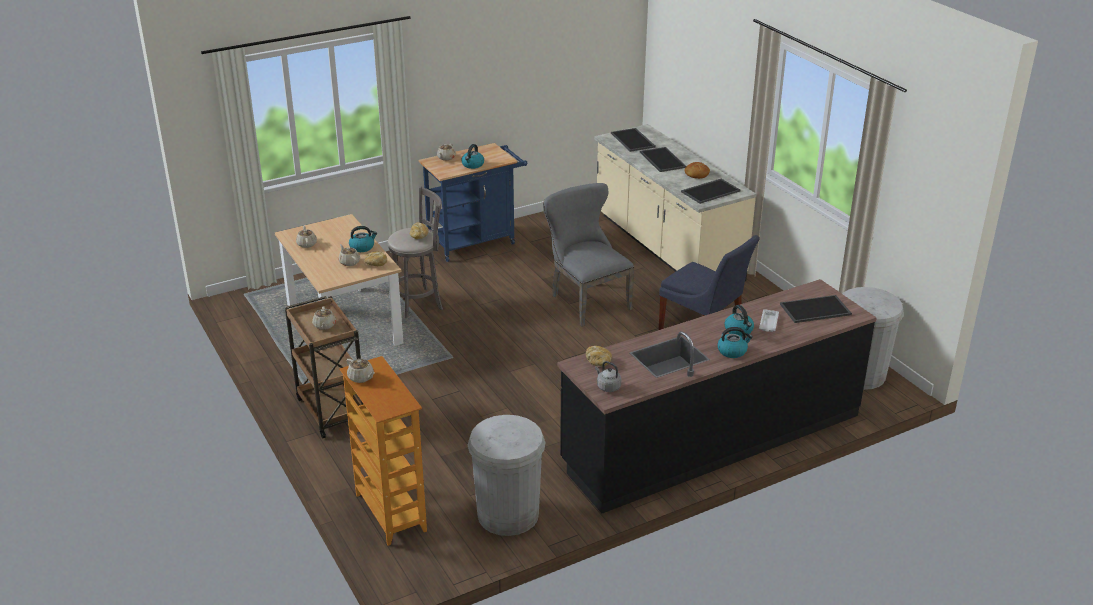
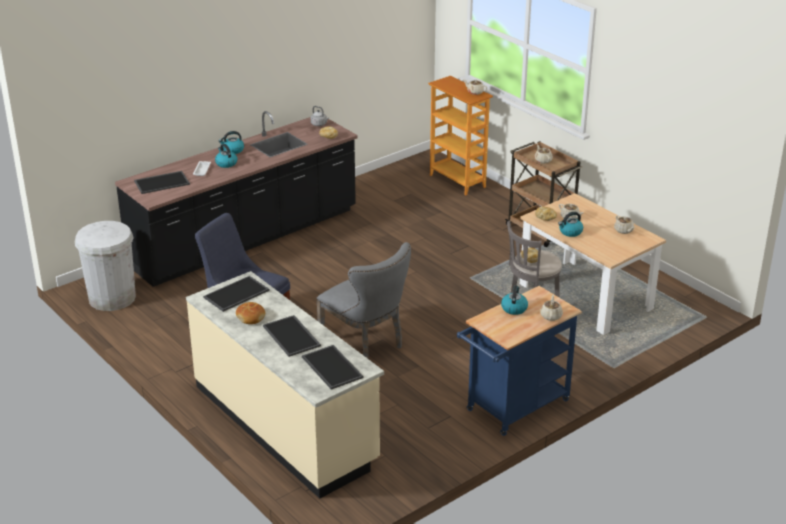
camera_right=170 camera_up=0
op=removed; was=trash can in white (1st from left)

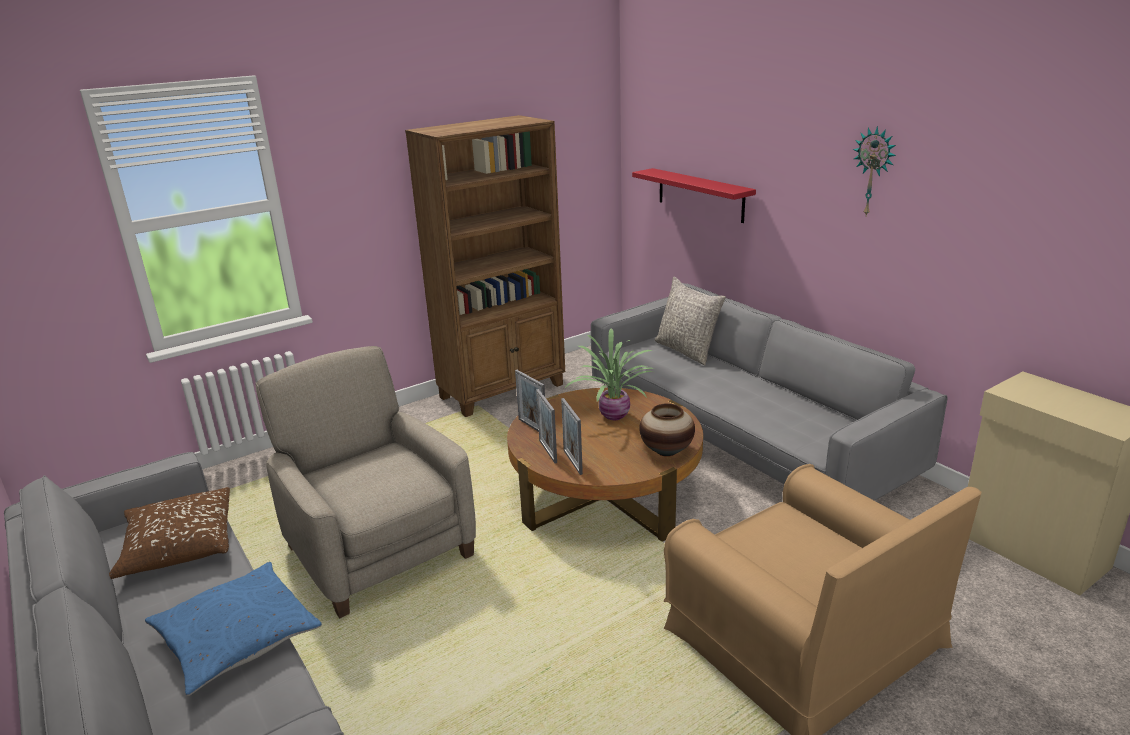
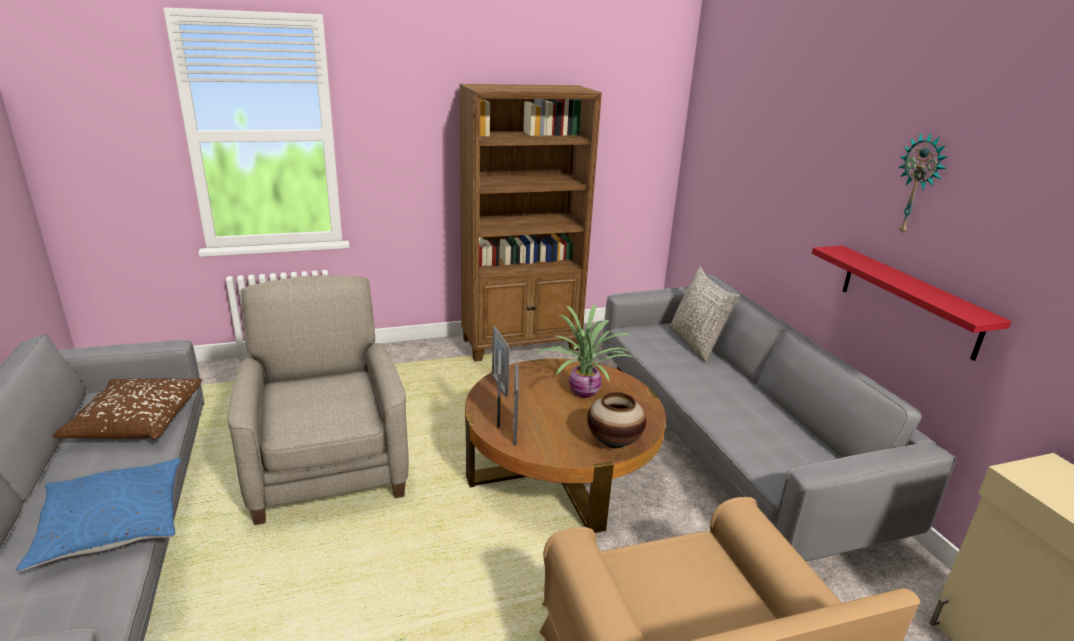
camera_right=15 camera_up=0
op=moved; was=shelf in red

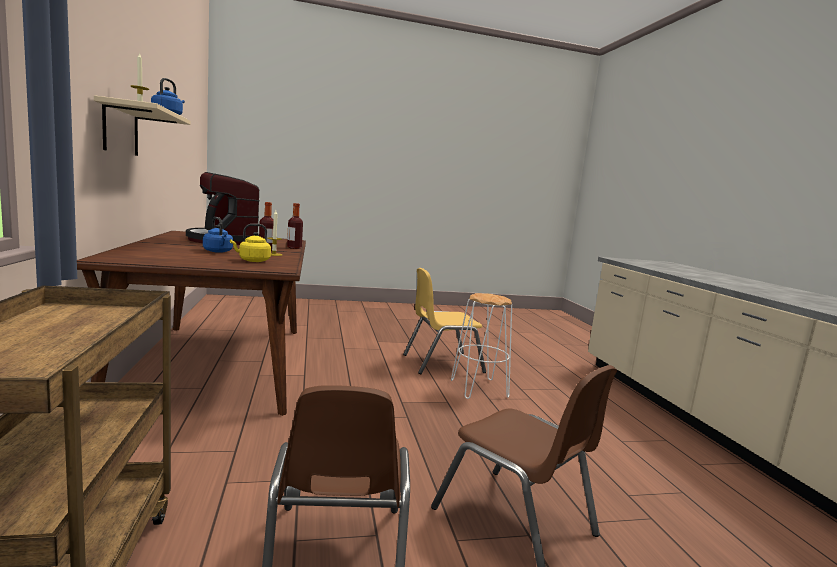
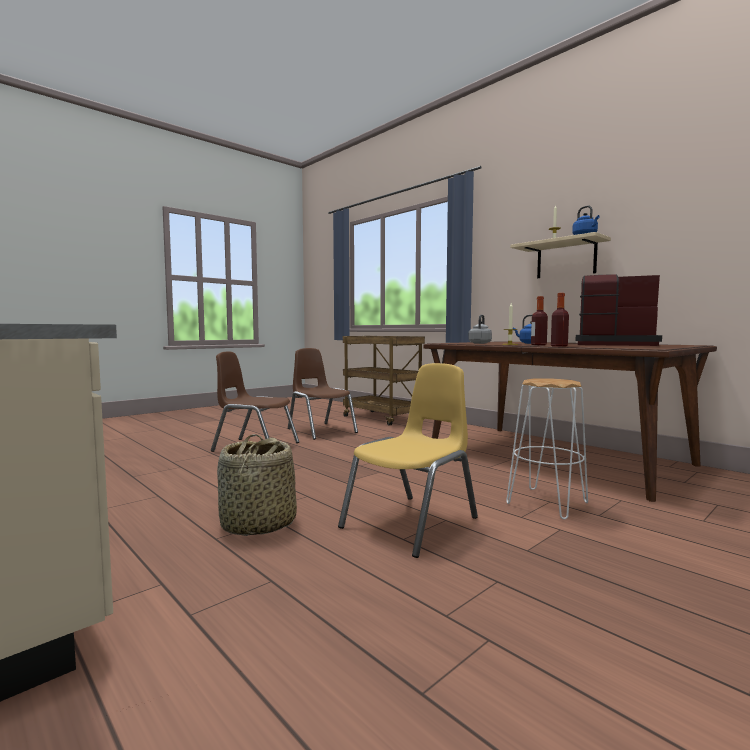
camera_right=150 camera_up=-5
op=recoloured; was=kettle in yellow; now=kettle in grey
op=moved; was=stool in white
op=added; now=basket

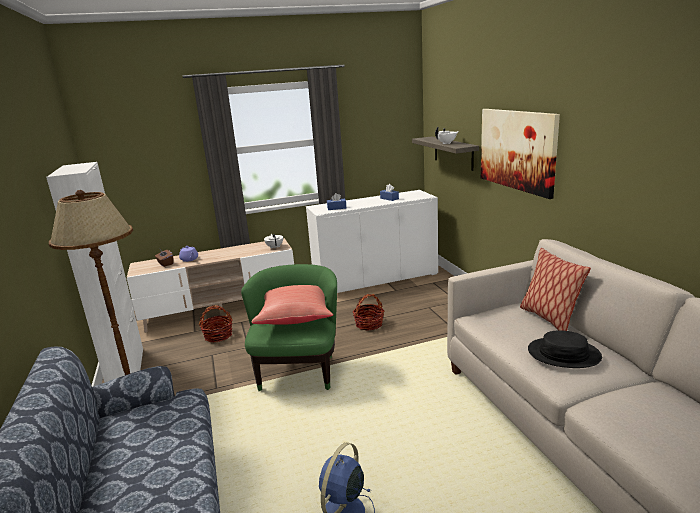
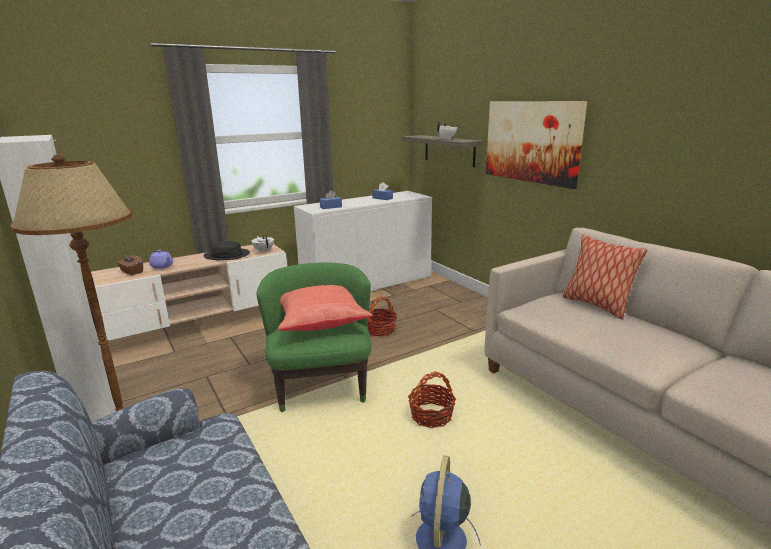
camera_right=-15 camera_up=0
op=moved; was=basket (1st from left in the first image); now=basket (2nd from left)
op=moved; was=hat in black

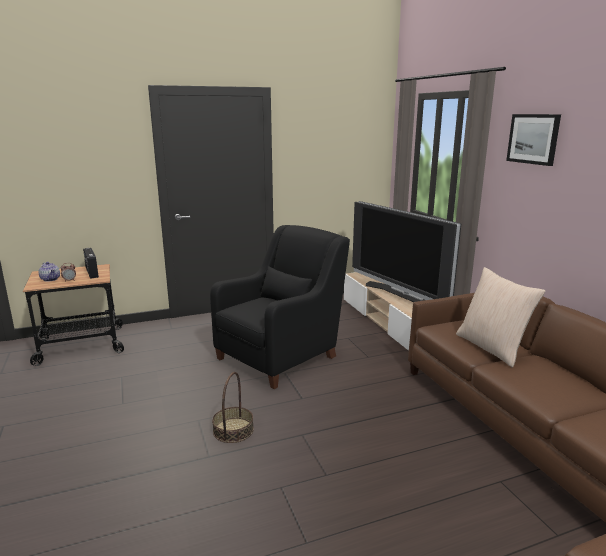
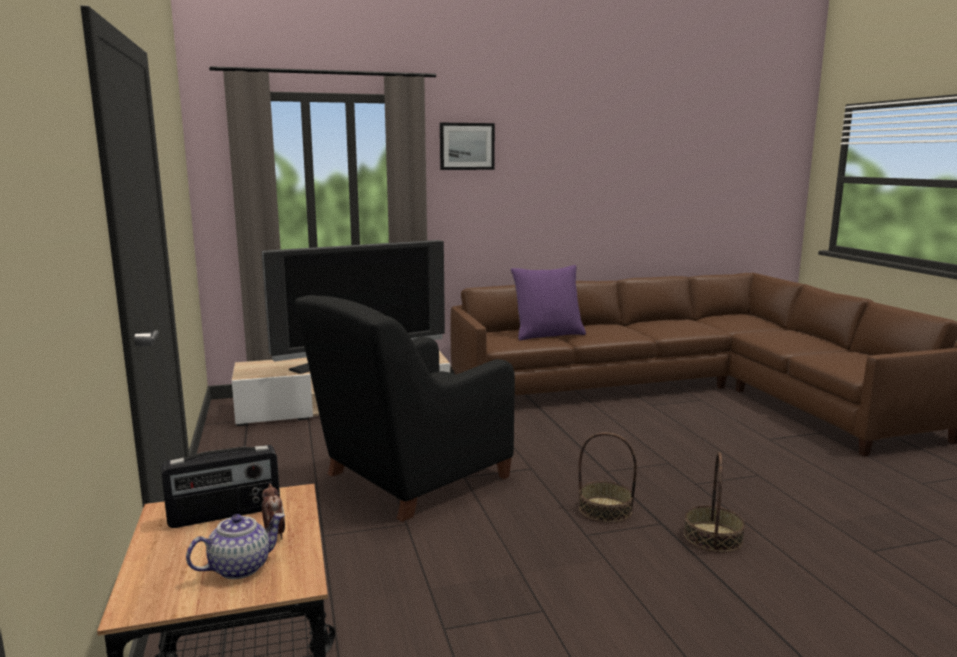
camera_right=-85 camera_up=-5
op=turned; was=armchair in black; clockwise=-90
op=recoloured; was=pillow in beige; now=pillow in purple
op=added; now=basket (2nd from left)

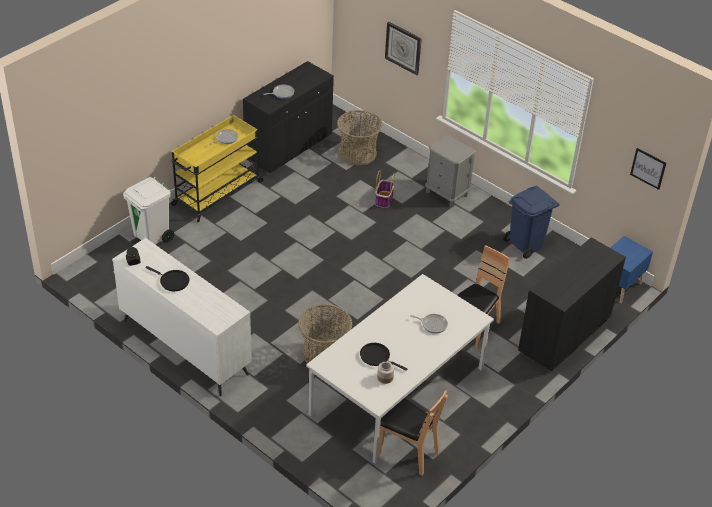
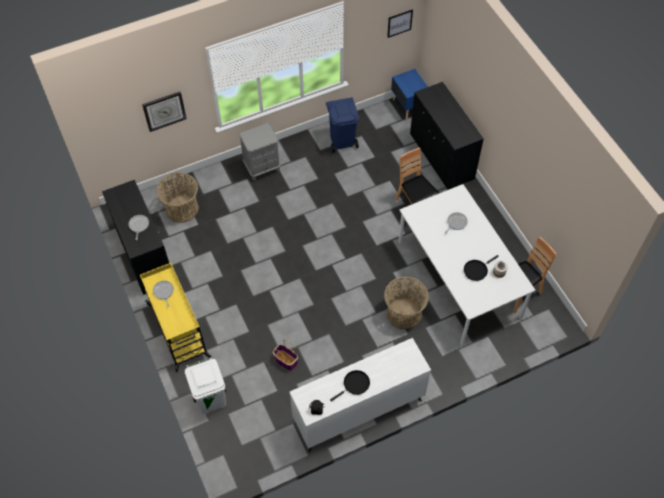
camera_right=-65 camera_up=15
op=moved; was=basket (3rd from left in the first image); now=basket (2nd from left)

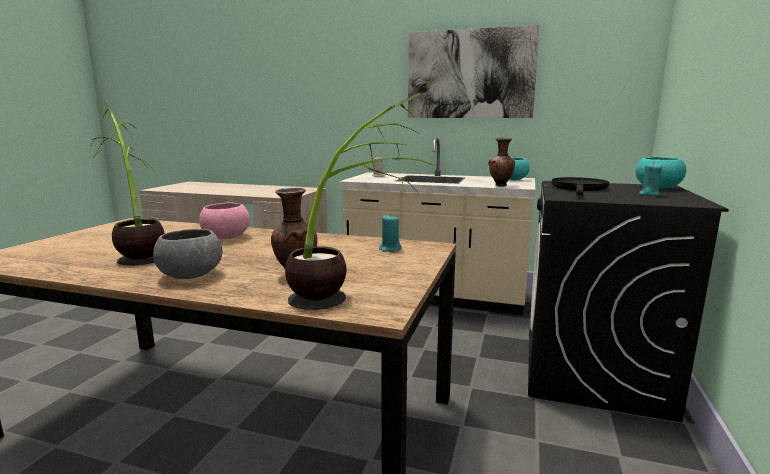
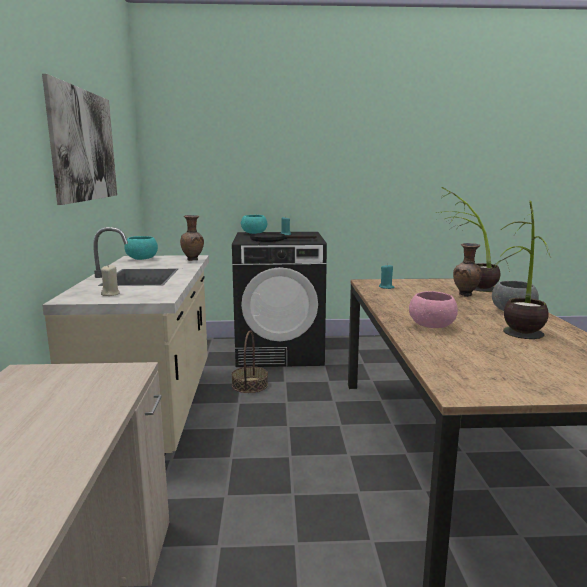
camera_right=-110 camera_up=0
op=added; now=basket

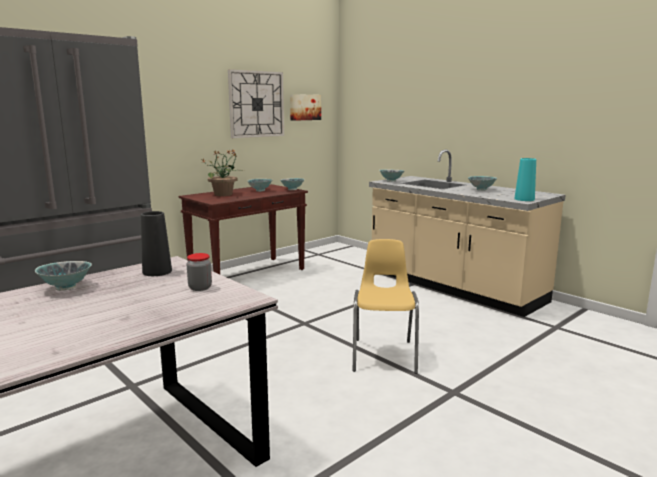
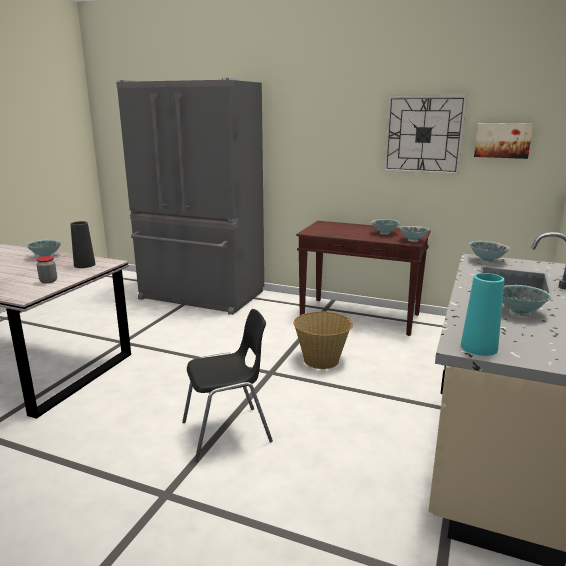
camera_right=65 camera_up=5
op=removed; was=potted plant
op=recoloured; was=chair in yellow; now=chair in black
op=added; now=basket

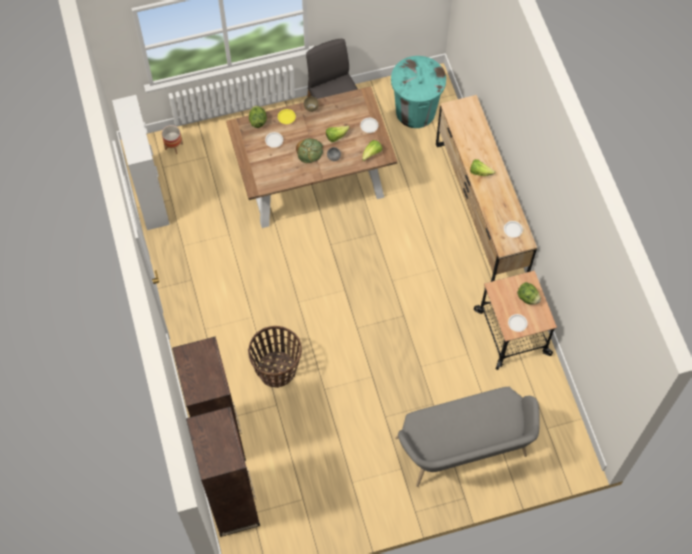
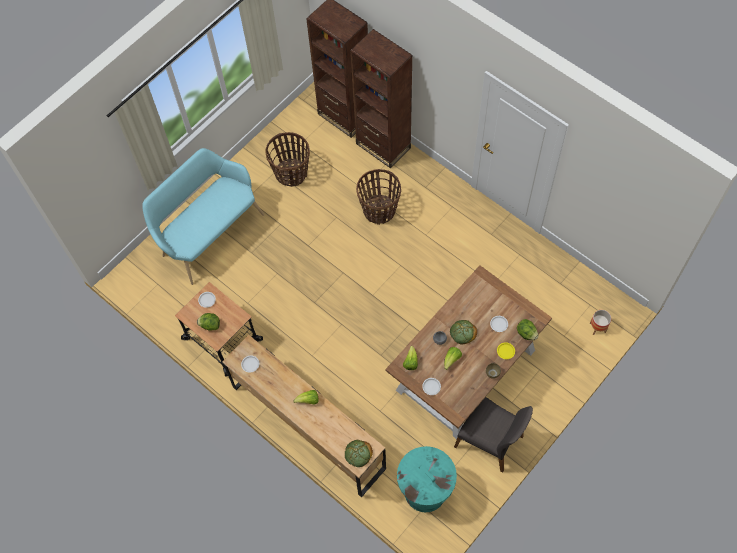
camera_right=150 camera_up=0
op=removed; was=cabinet
op=recoloured; was=bench in grey; now=bench in turquoise
op=added; now=basket (1st from left)
op=added; now=bread (1st from left)

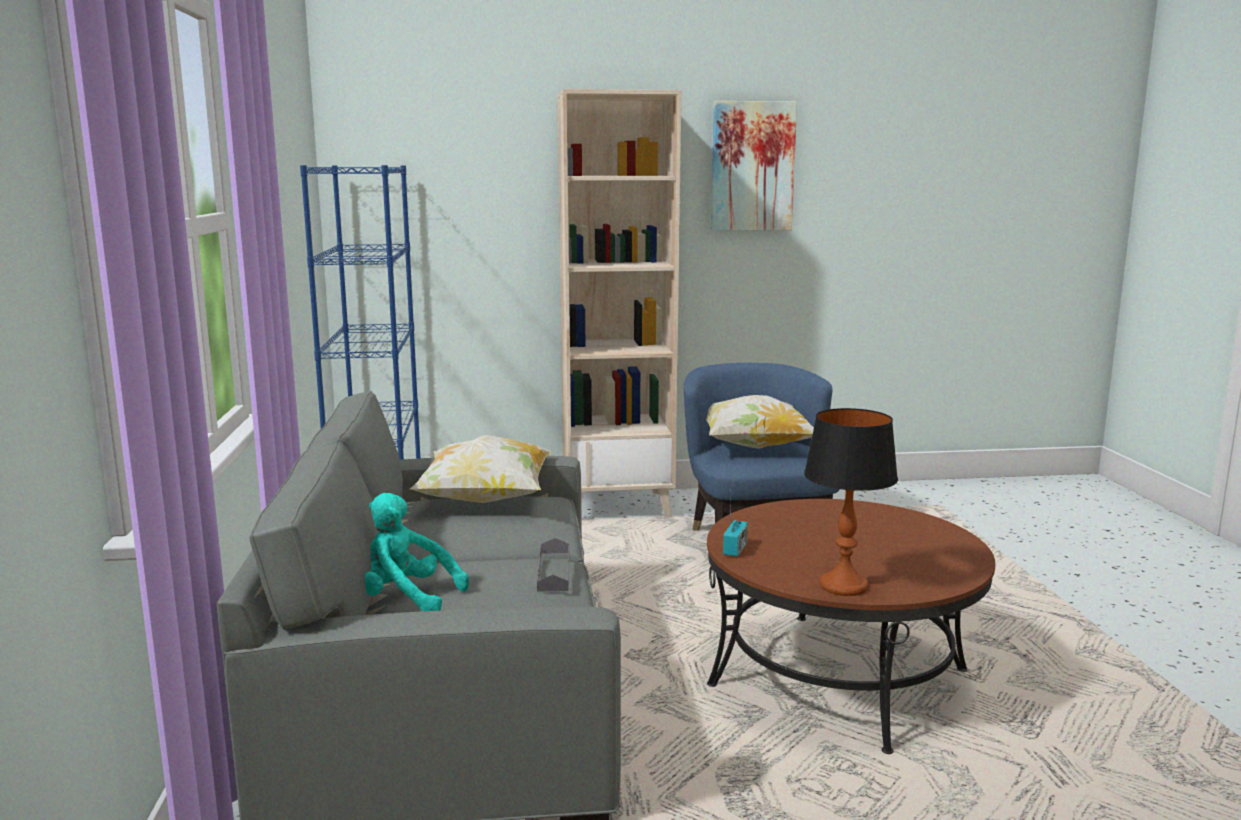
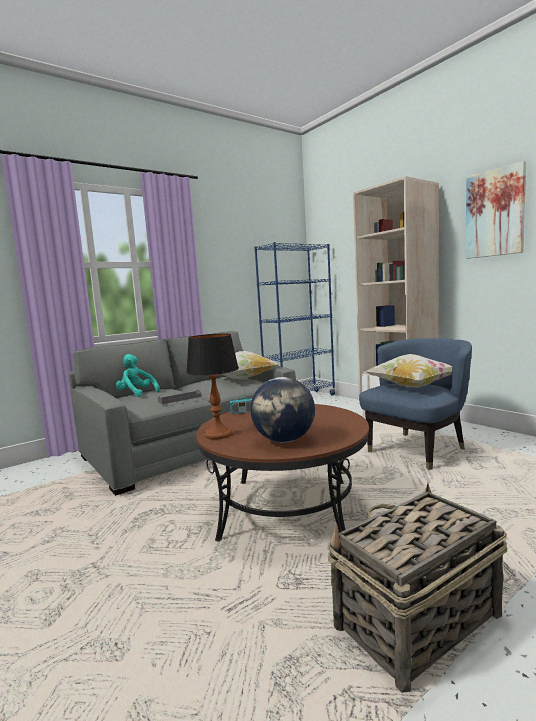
camera_right=60 camera_up=-5
op=turned; was=plush toy in turquoise; clockwise=-45
op=added; now=globe
op=added; now=basket

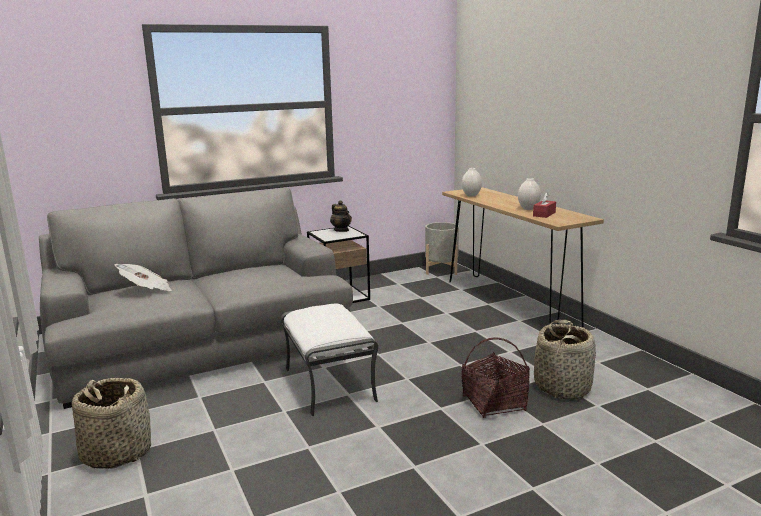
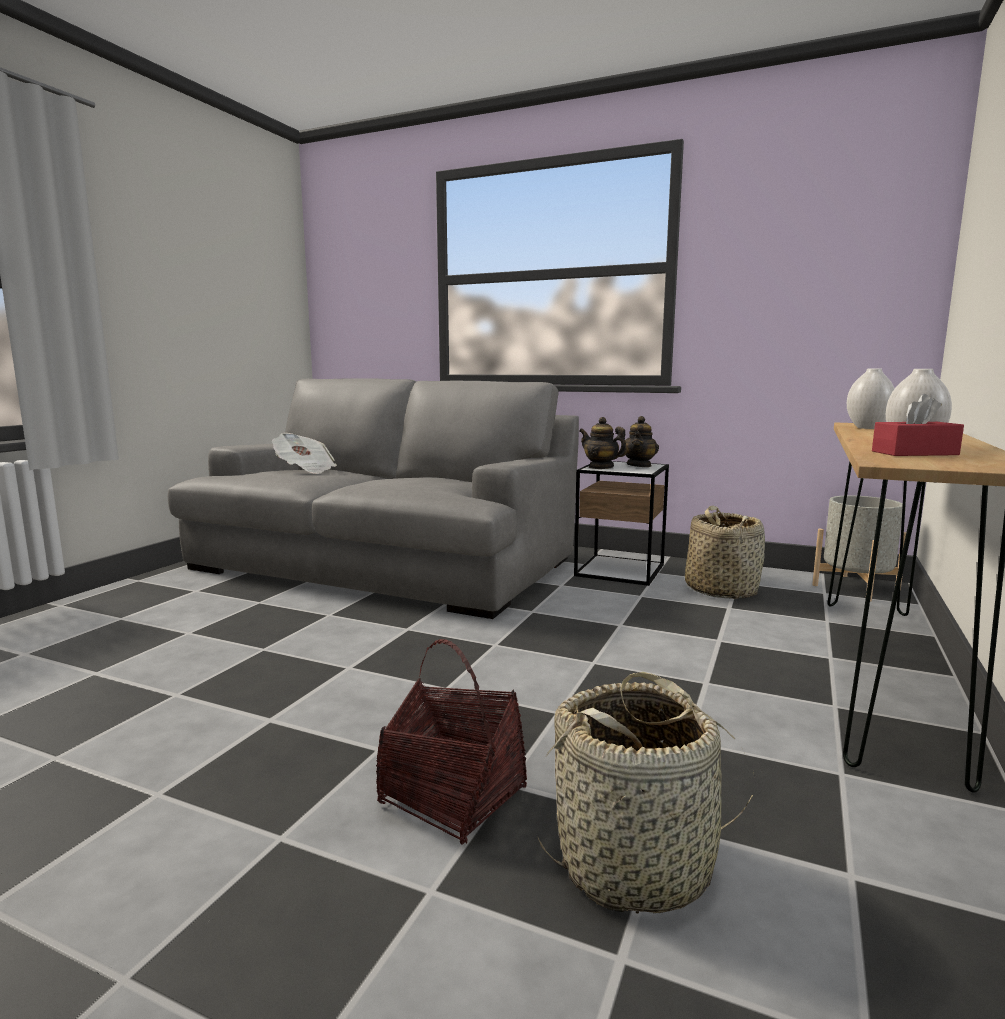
camera_right=50 camera_up=-5
op=moved; was=basket (1st from left in the first image); now=basket (3rd from left)
op=removed; was=ottoman in white
op=added; now=teapot (1st from left)

